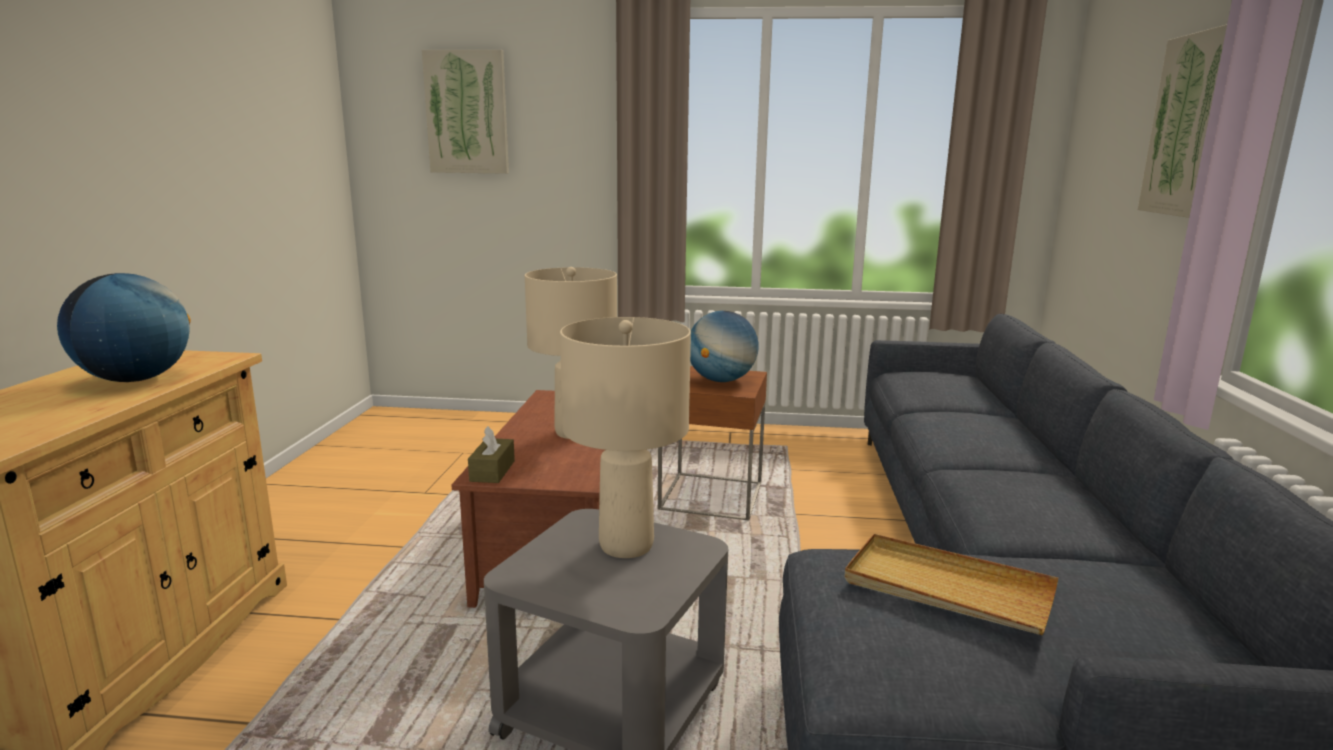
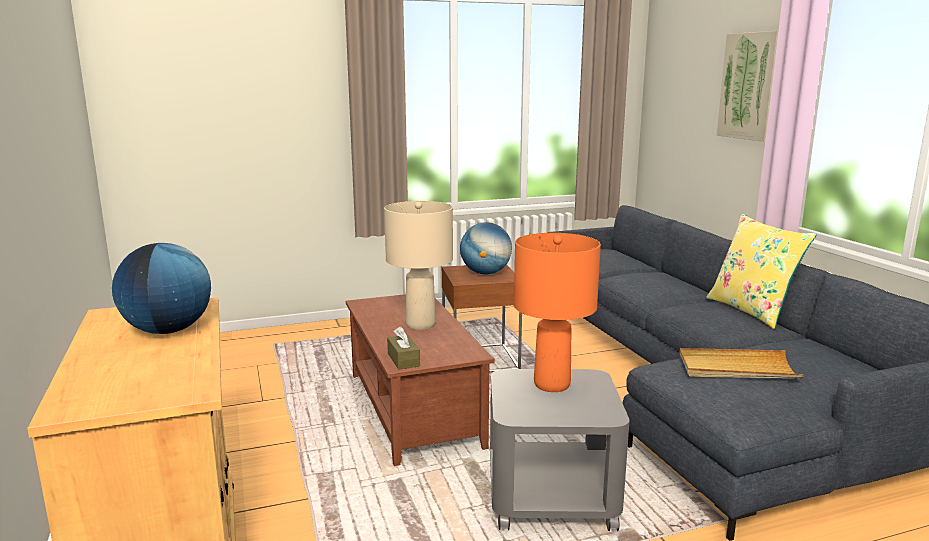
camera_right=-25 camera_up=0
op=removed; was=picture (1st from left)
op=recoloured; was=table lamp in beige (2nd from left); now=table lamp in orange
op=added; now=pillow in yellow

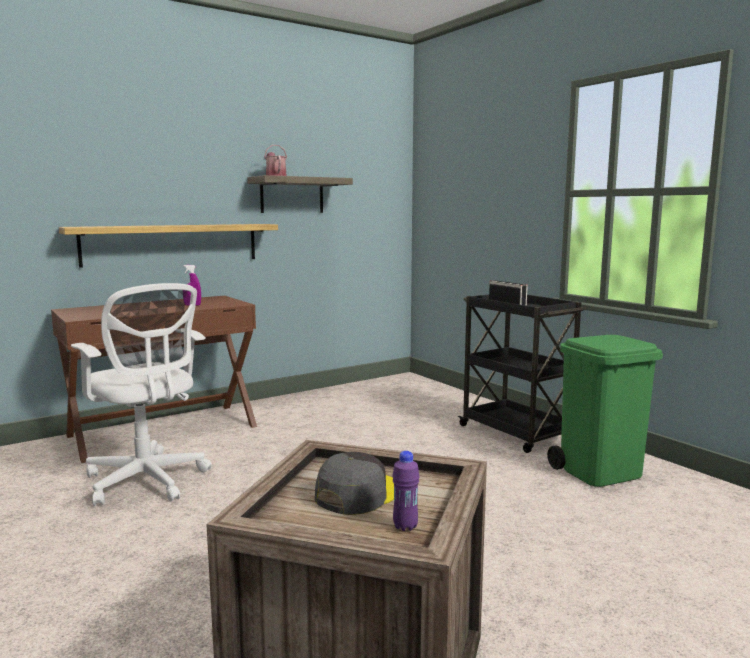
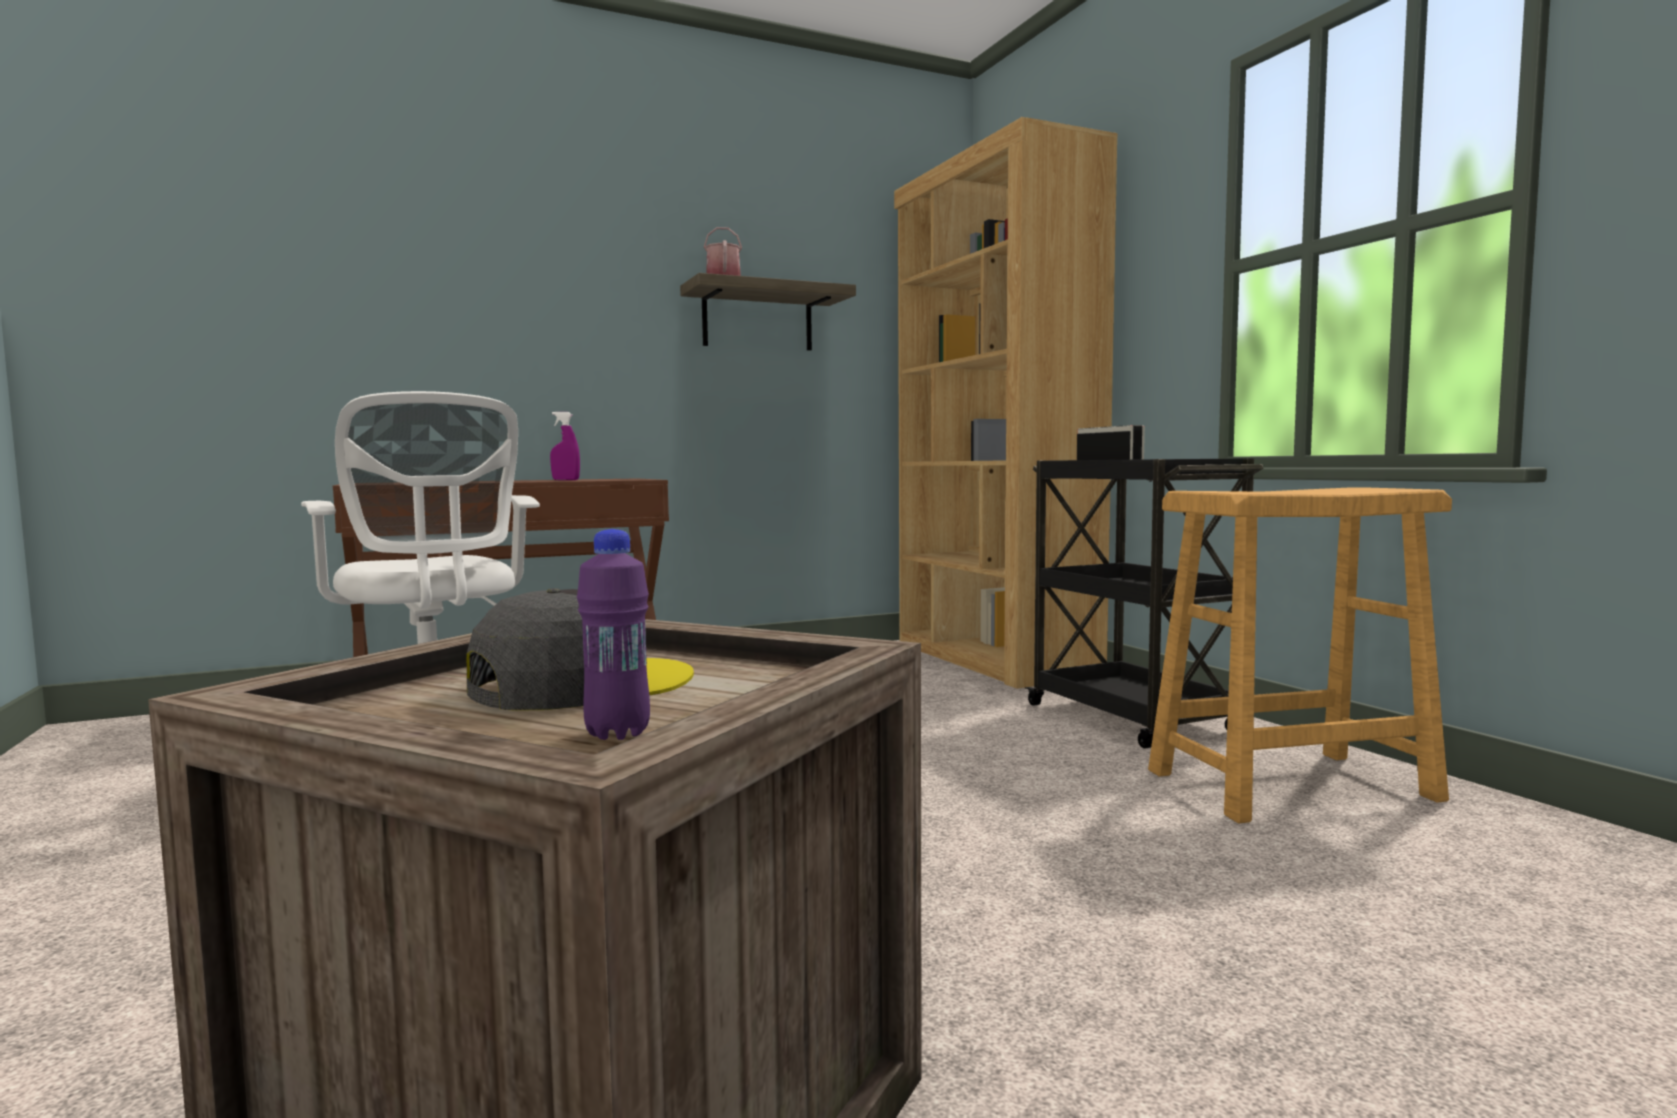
camera_right=10 camera_up=-5
op=removed; was=shelf (1st from left)
op=replaced; was=trash can in green; now=stool in beige
op=added; now=bookcase in brown

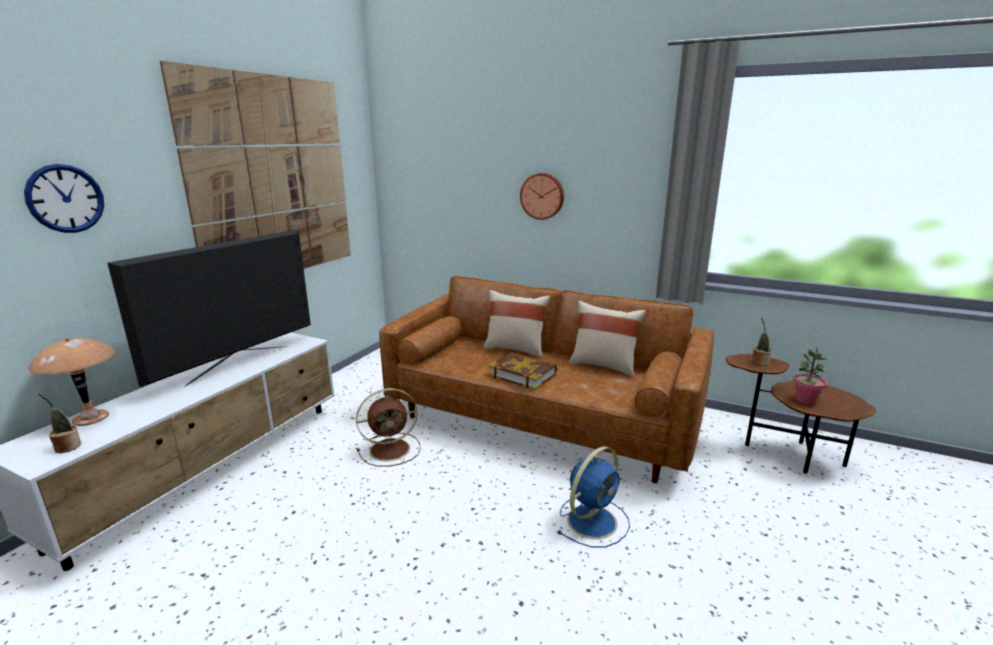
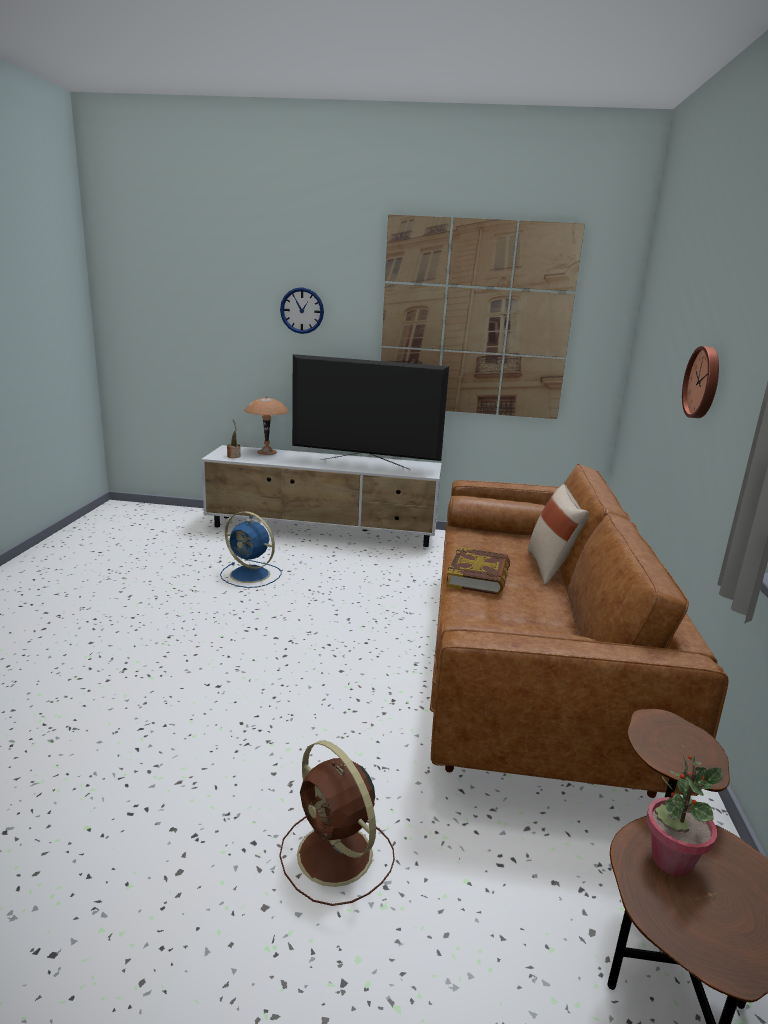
camera_right=70 camera_up=0
op=moved; was=fan in brown
op=moved; was=fan in blue
op=removed; was=pillow in beige (2nd from left)
op=removed; was=potted plant (2nd from left)

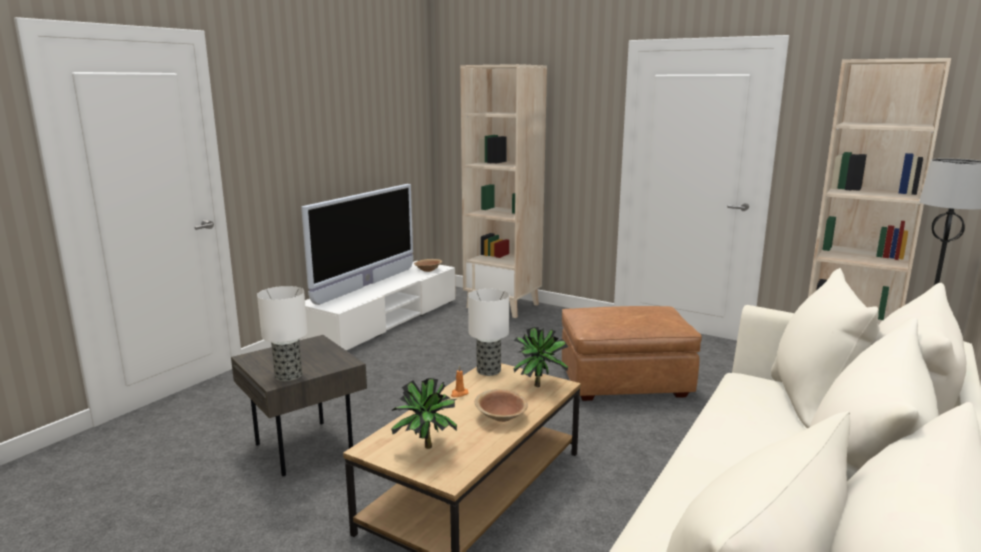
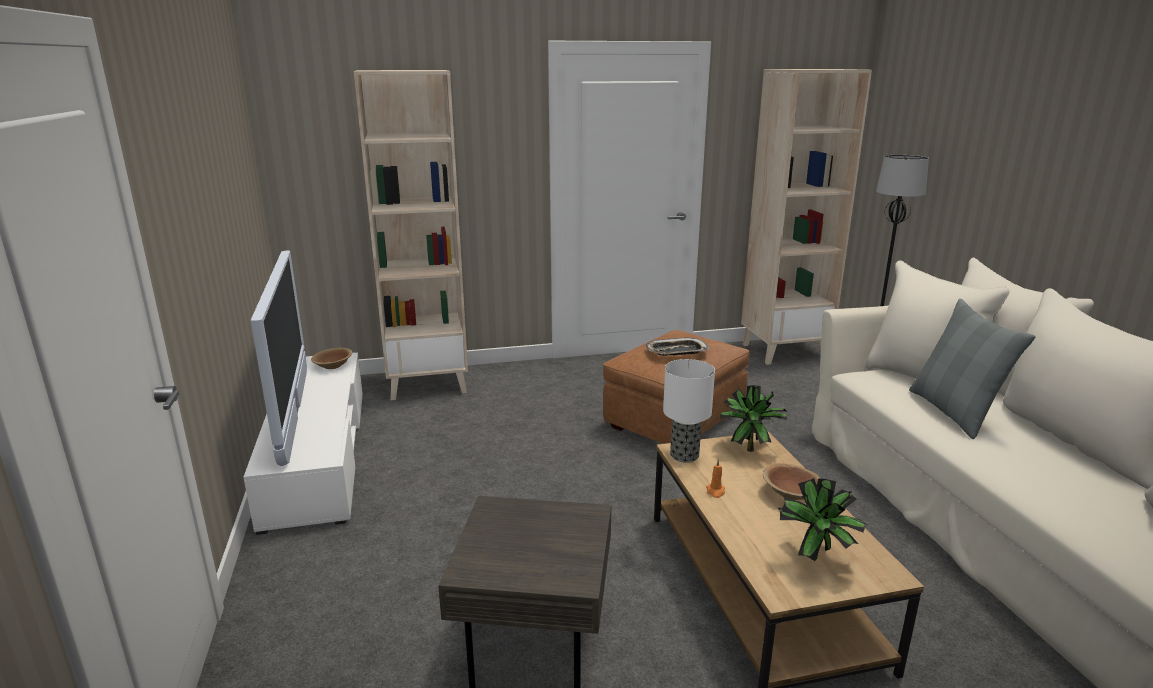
camera_right=-45 camera_up=5
op=removed; was=table lamp (1st from left)
op=added; now=tray
op=added; now=pillow in grey

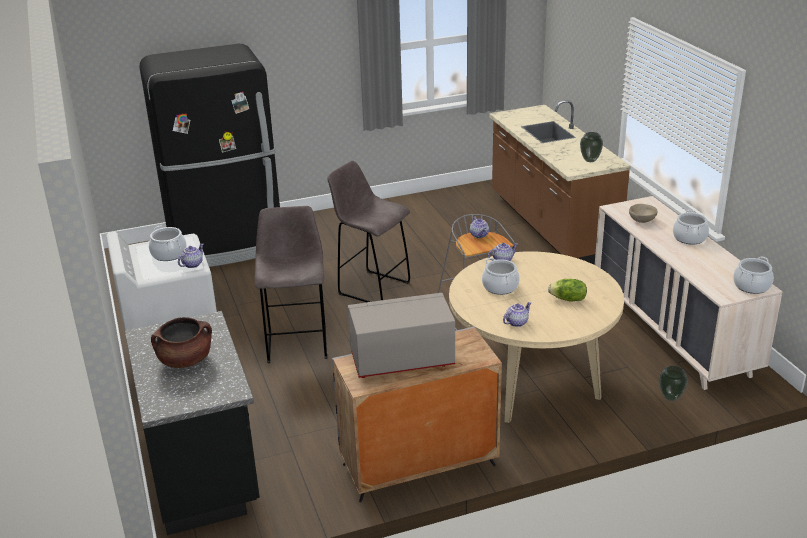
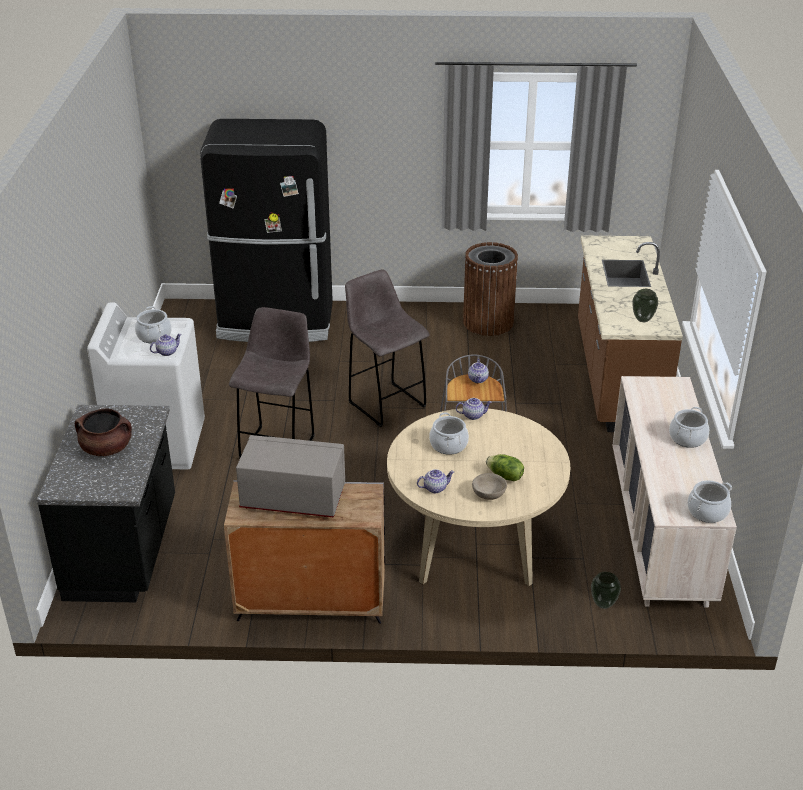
camera_right=20 camera_up=5
op=moved; was=bowl in beige
op=added; now=trash can in brown

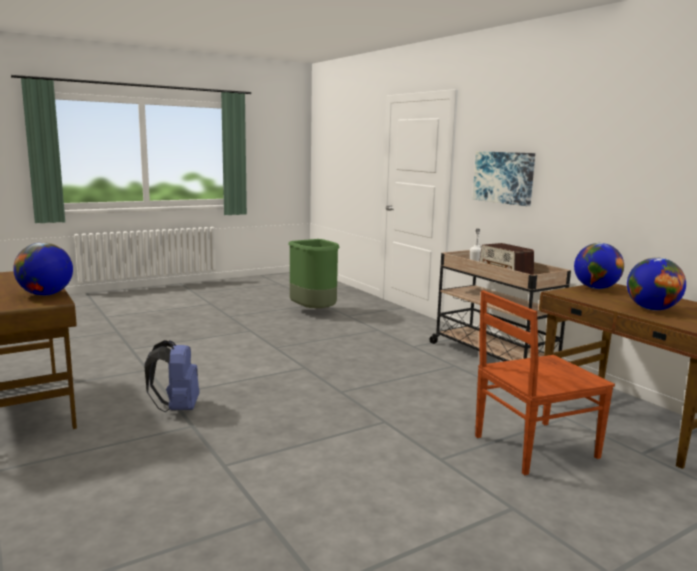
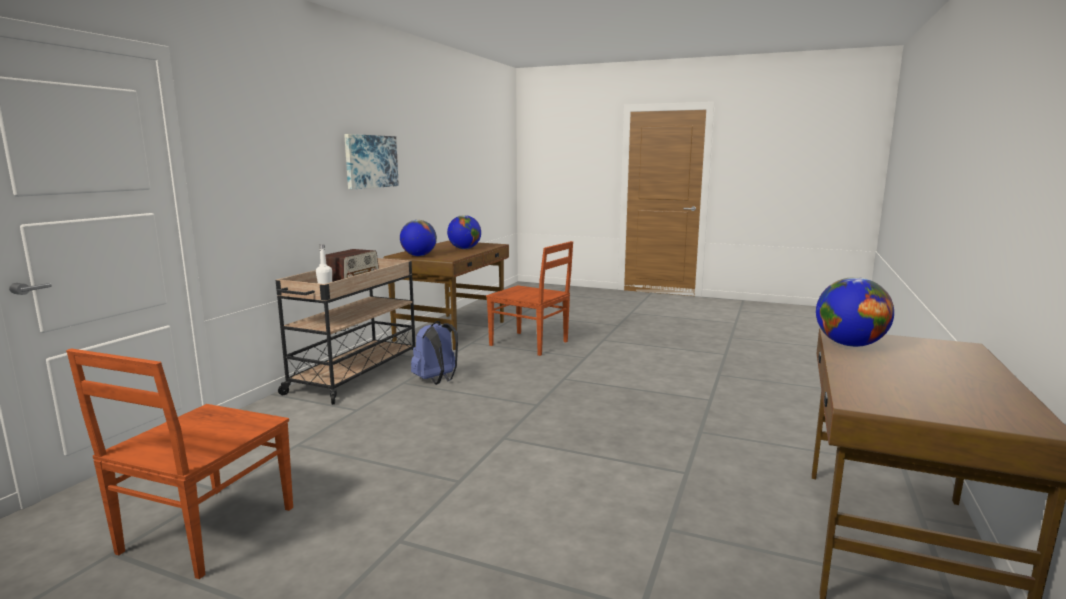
camera_right=-125 camera_up=0
op=moved; was=backpack in blue
op=replaced; was=trash can in green; now=chair in brown (1st from left)
op=moved; was=picture

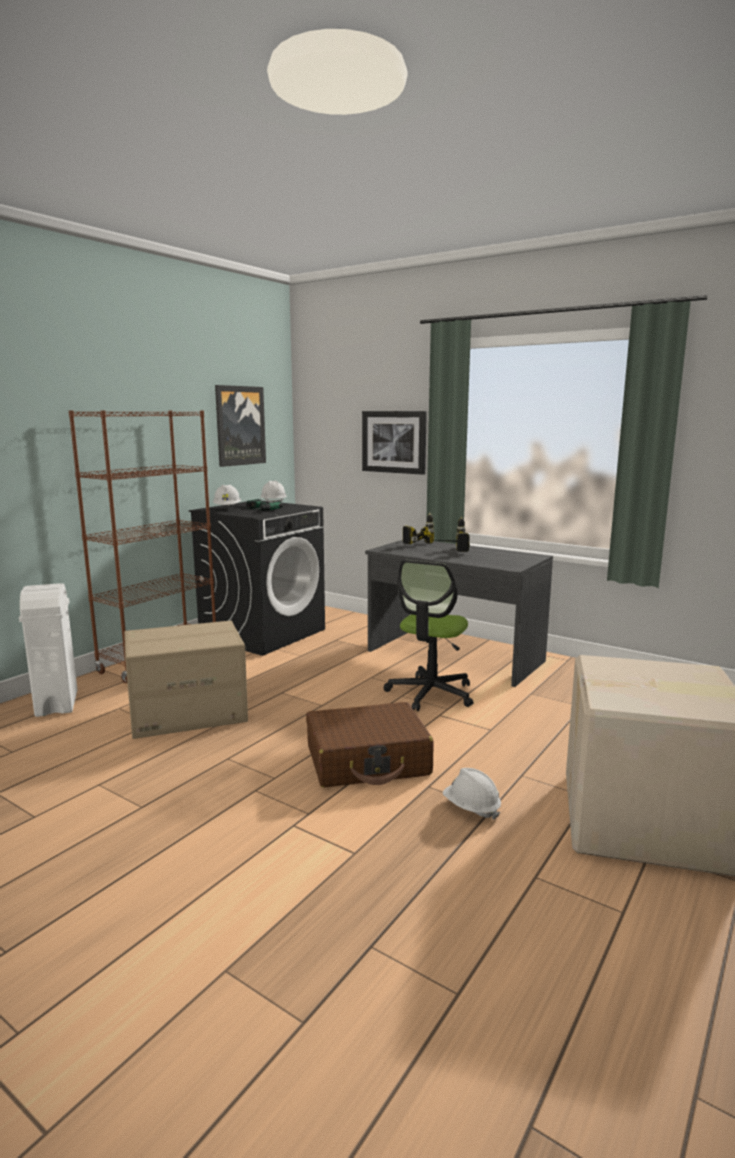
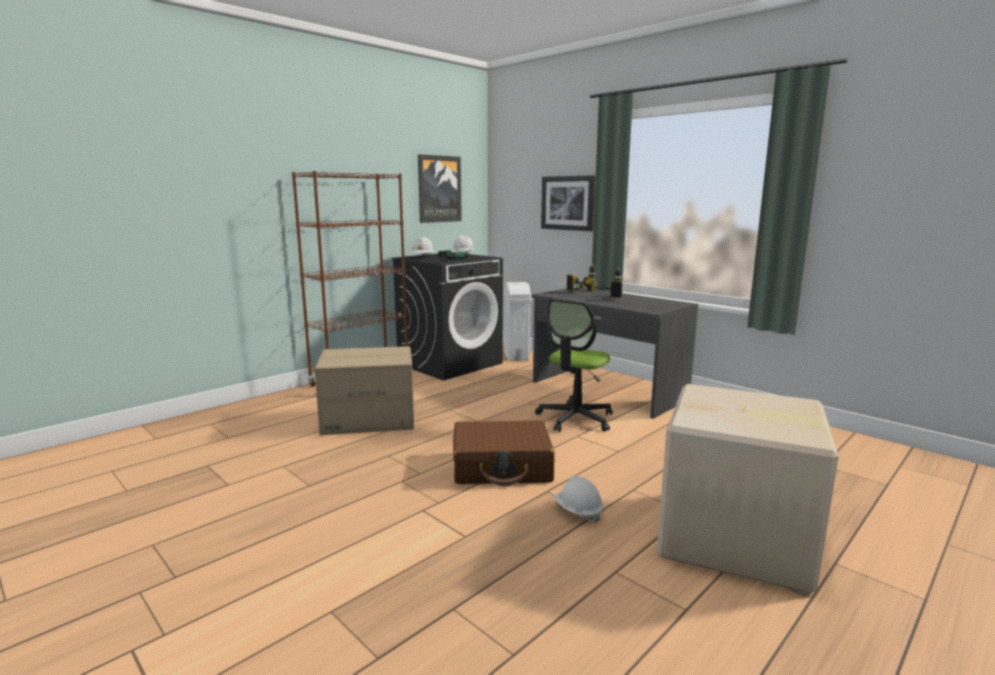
camera_right=10 camera_up=0
op=moved; was=trash can in white

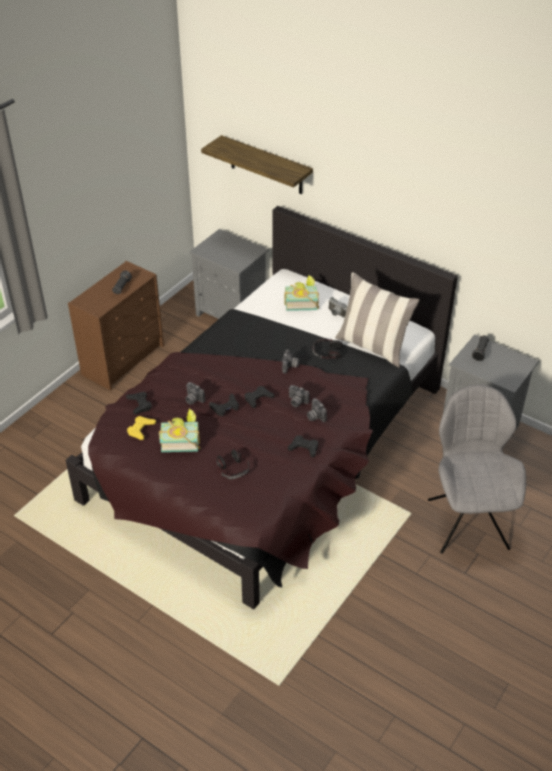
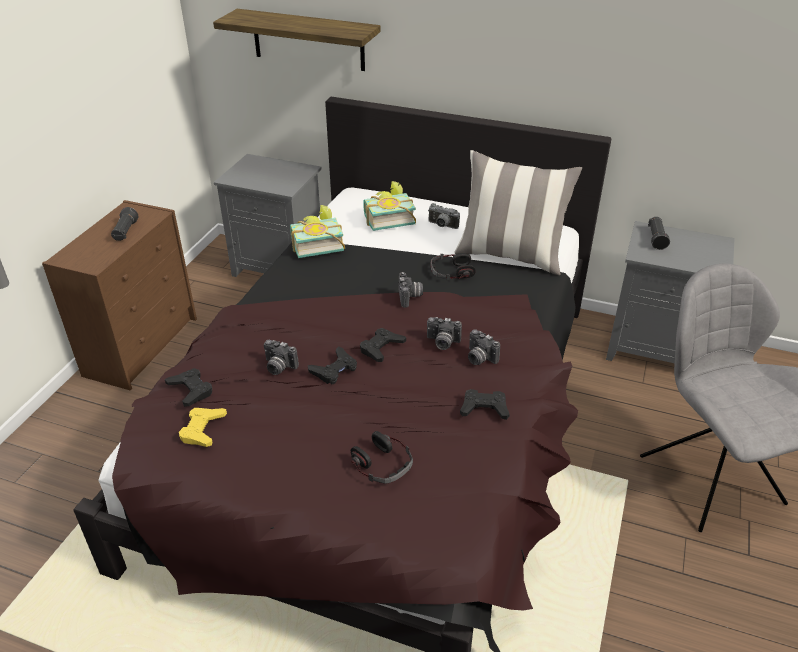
camera_right=-15 camera_up=-5
op=moved; was=book (1st from left)

